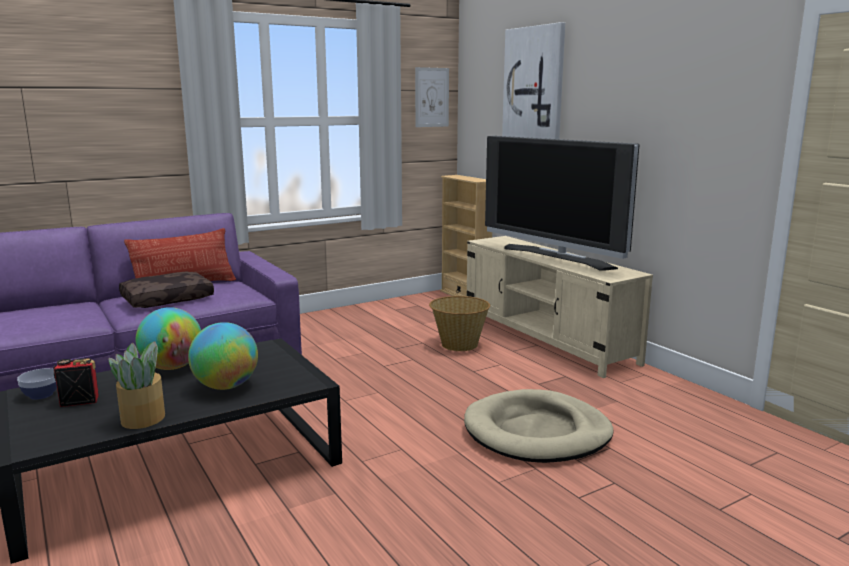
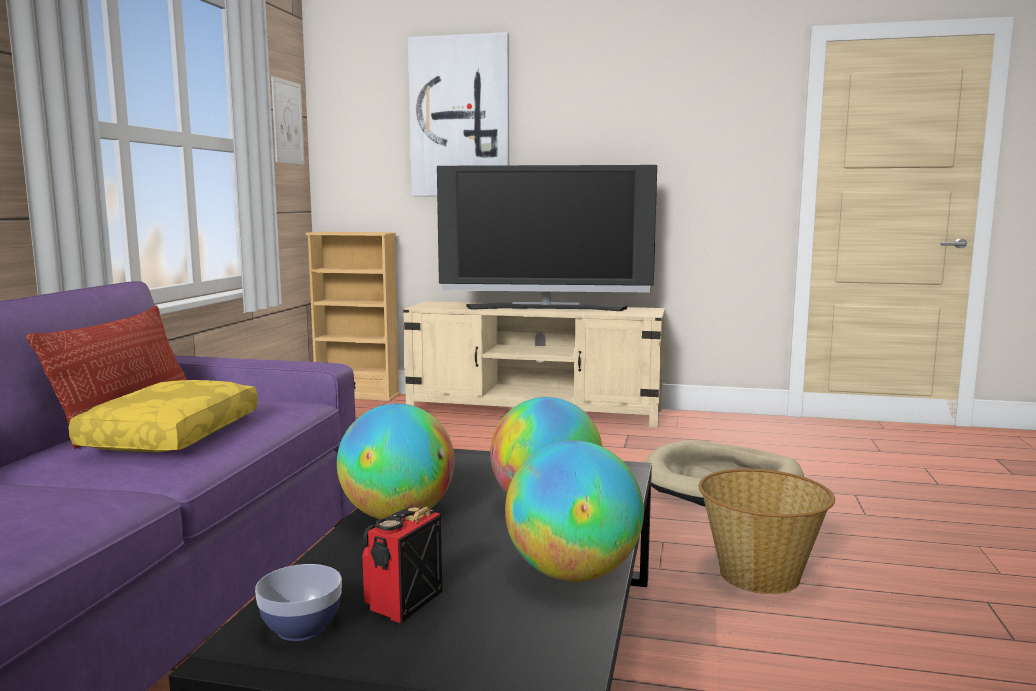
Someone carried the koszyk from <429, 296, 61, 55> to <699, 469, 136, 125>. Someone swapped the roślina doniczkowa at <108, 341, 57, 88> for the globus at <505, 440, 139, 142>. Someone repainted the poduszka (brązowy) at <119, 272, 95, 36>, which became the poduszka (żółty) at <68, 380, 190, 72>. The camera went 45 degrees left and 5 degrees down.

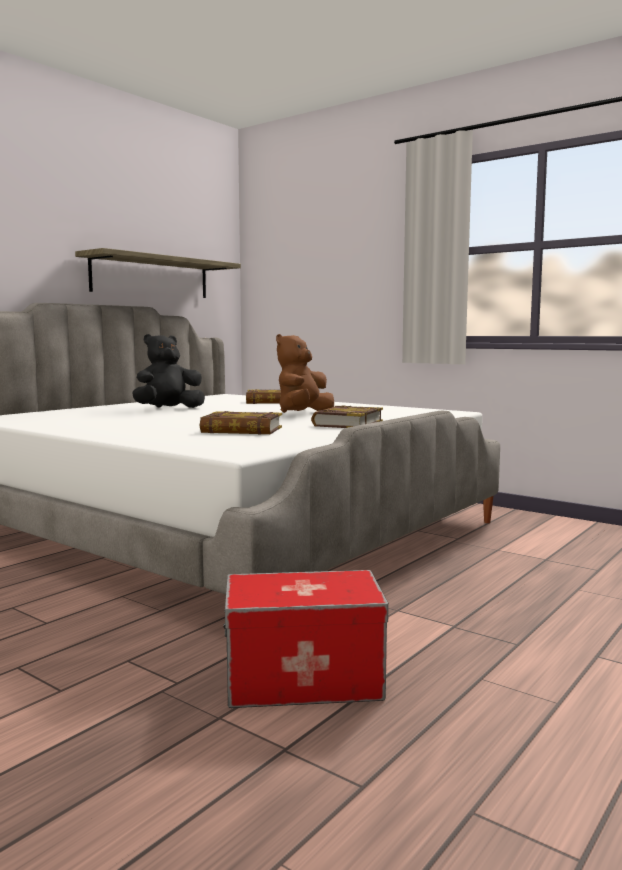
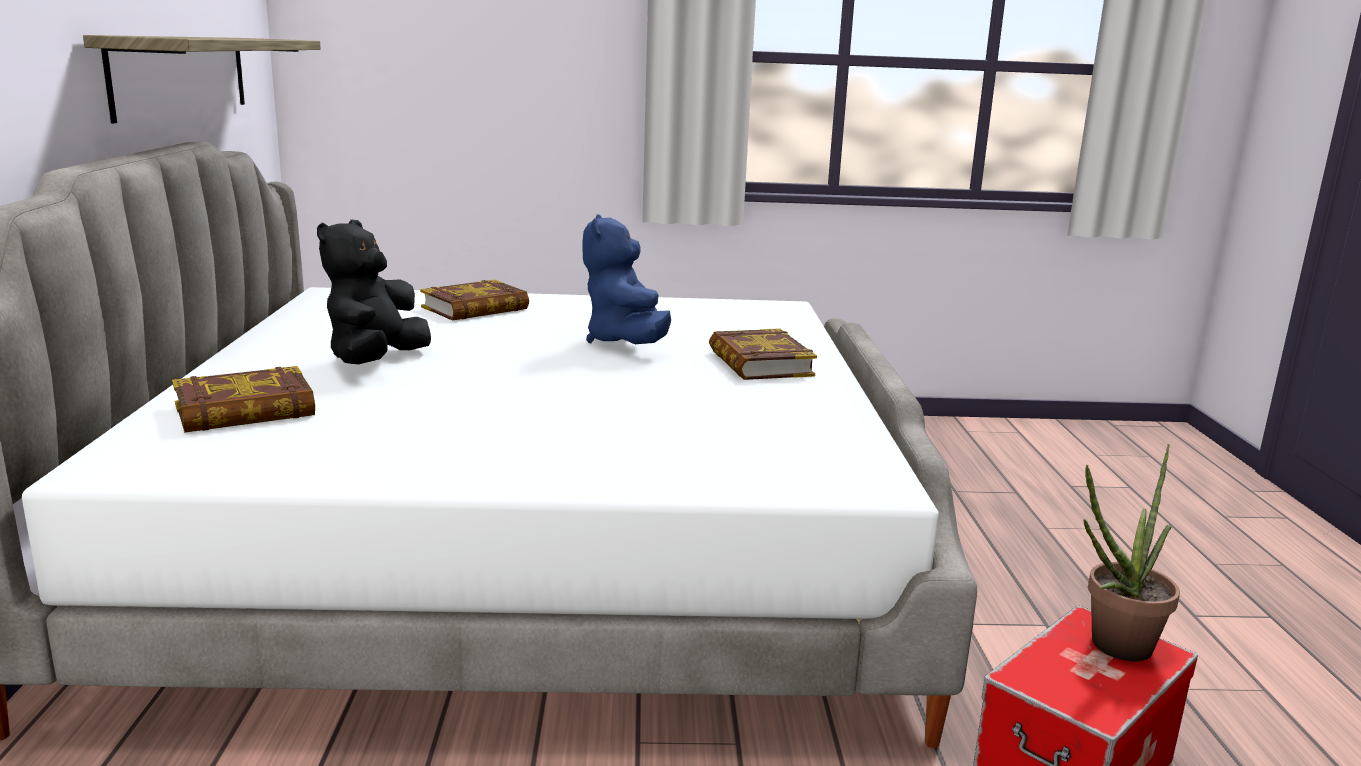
Someone put down the roślina doniczkowa at <1084, 444, 96, 218>. Someone carried the książka from <200, 411, 82, 24> to <172, 366, 143, 67>. Someone repainted the pluszak (brązowy) at <276, 334, 58, 79>, which became the pluszak (niebieski) at <582, 214, 89, 130>. The camera went 40 degrees left and 10 degrees up.

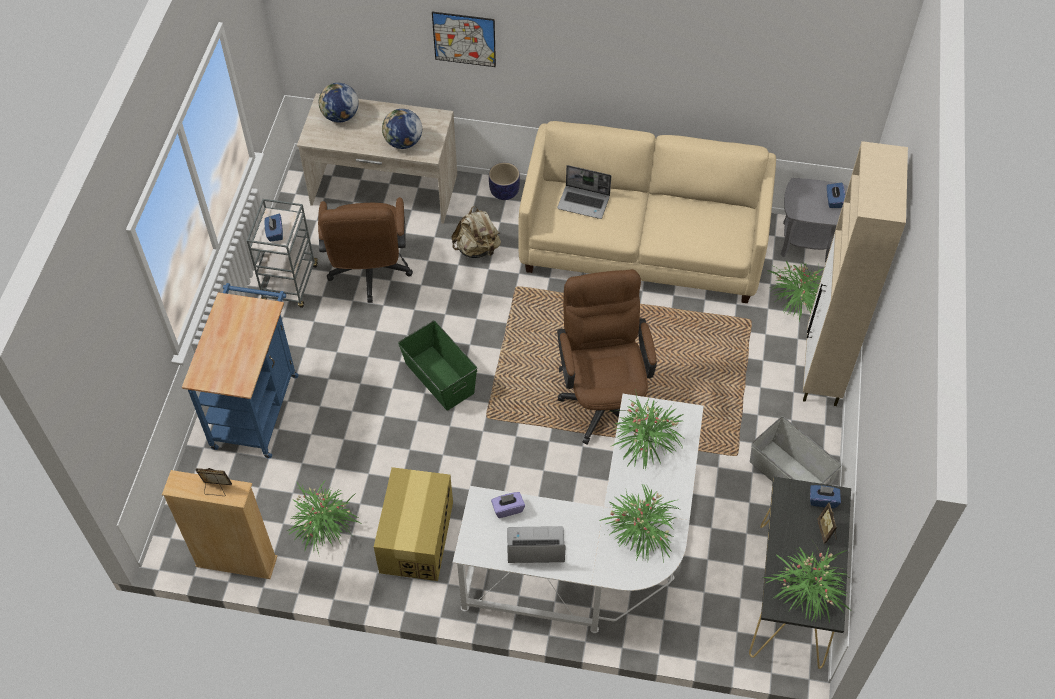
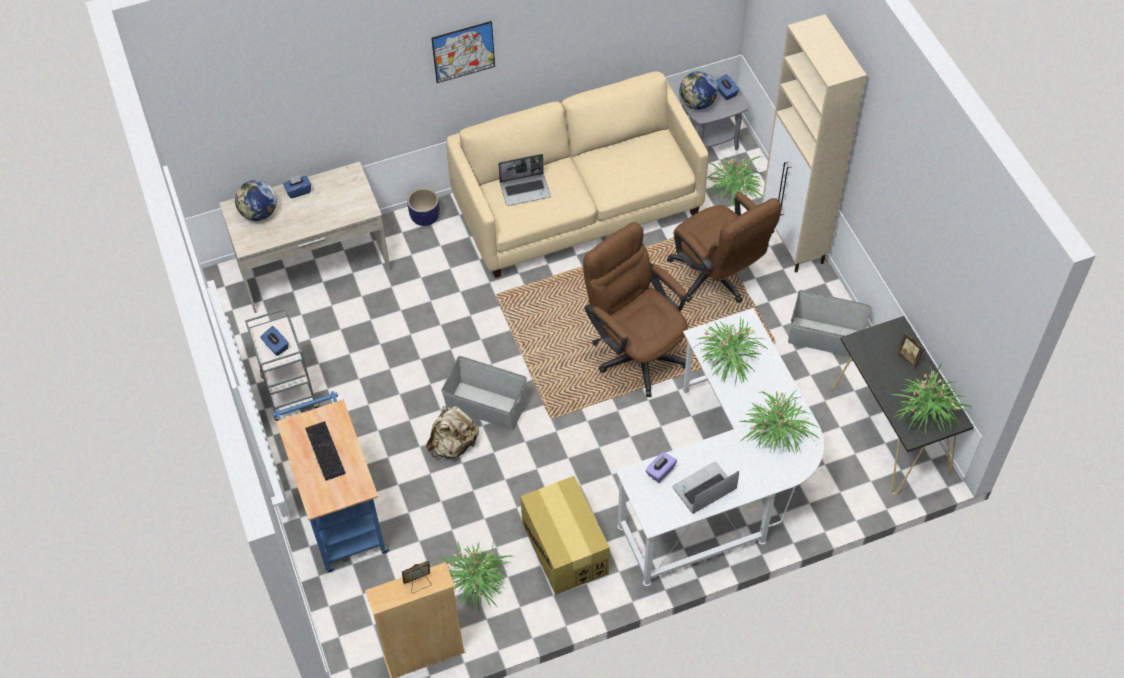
Someone put down the klawiatura at <305, 421, 41, 60>. Someone carried the krzesło biurowe (brązowy) from <318, 197, 95, 106> to <667, 192, 114, 111>. Someone carried the globus from <382, 109, 40, 40> to <679, 71, 39, 39>. Someone carried the obraz from <432, 12, 64, 55> to <431, 21, 64, 62>. Someone carried the plecak (beżowy) from <451, 206, 50, 52> to <426, 406, 53, 52>. Someone carried the pudełko chusteczek (niebieski) from <810, 485, 31, 23> to <283, 176, 28, 23>. Someone repainted the pojemnik do przechowywania (zielony) at <398, 320, 79, 91>, which became the pojemnik do przechowywania (szary) at <441, 356, 86, 74>. The camera went 30 degrees left and 0 degrees up.

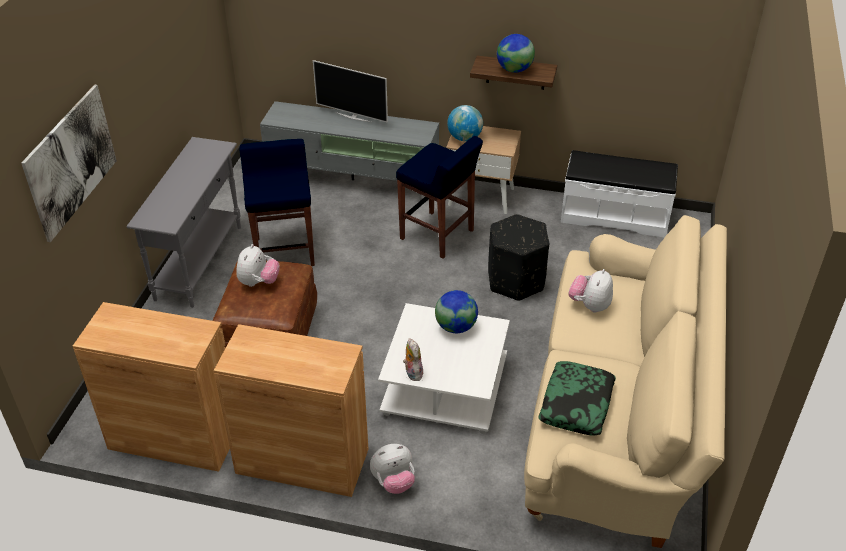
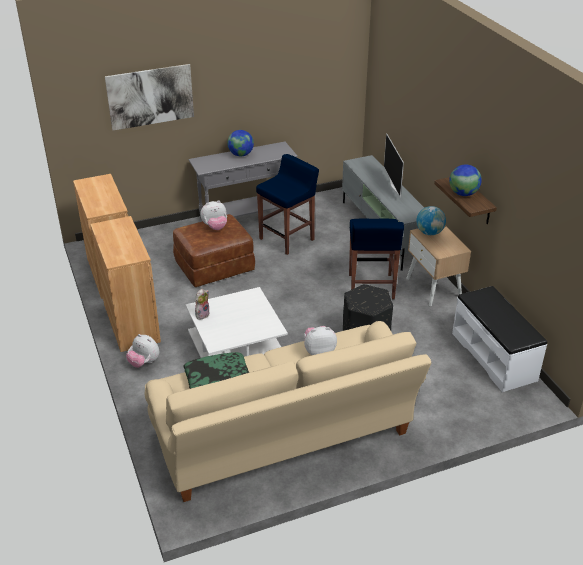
Someone carried the globus from <435, 290, 43, 43> to <227, 130, 27, 26>. The camera went 55 degrees right and 5 degrees down.

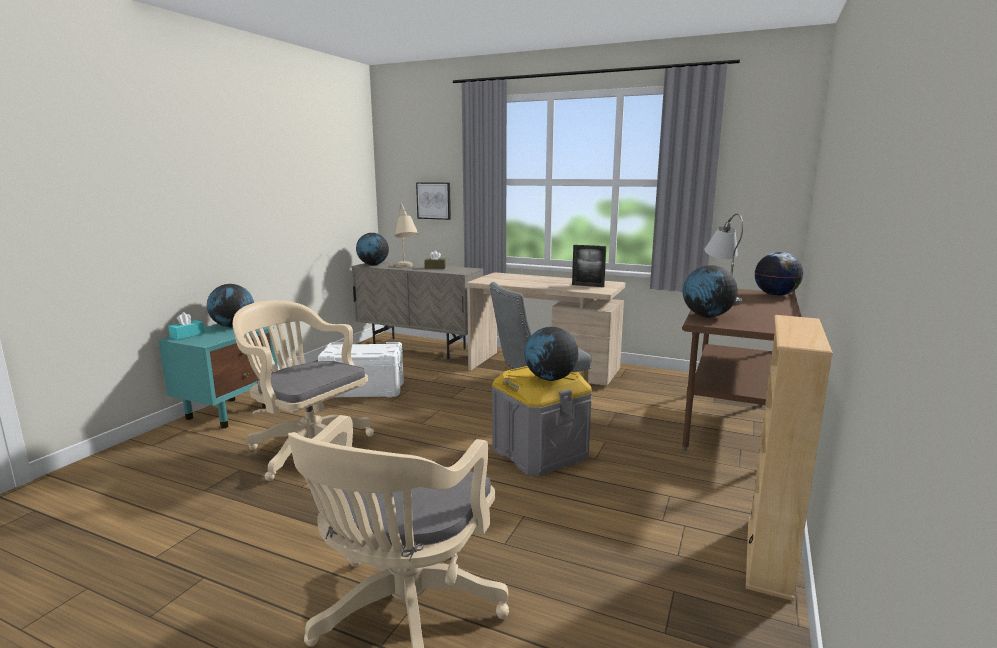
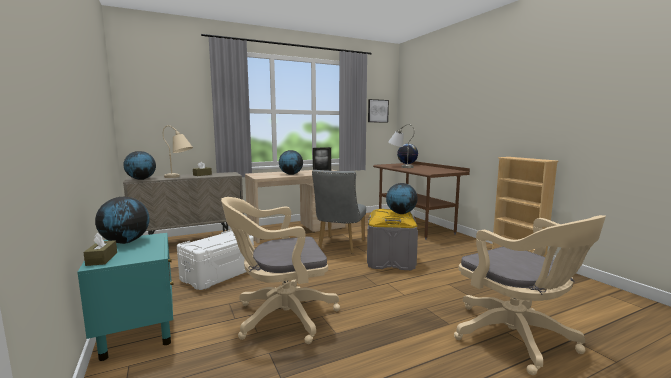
Someone carried the obraz from <416, 182, 35, 38> to <368, 99, 21, 23>. Someone carried the globus from <683, 265, 55, 53> to <279, 150, 24, 25>. Someone repainted the pudełko chusteczek (turkusowy) at <168, 312, 37, 28>, which became the pudełko chusteczek (brązowy) at <83, 233, 34, 33>. The camera went 50 degrees left and 5 degrees down.

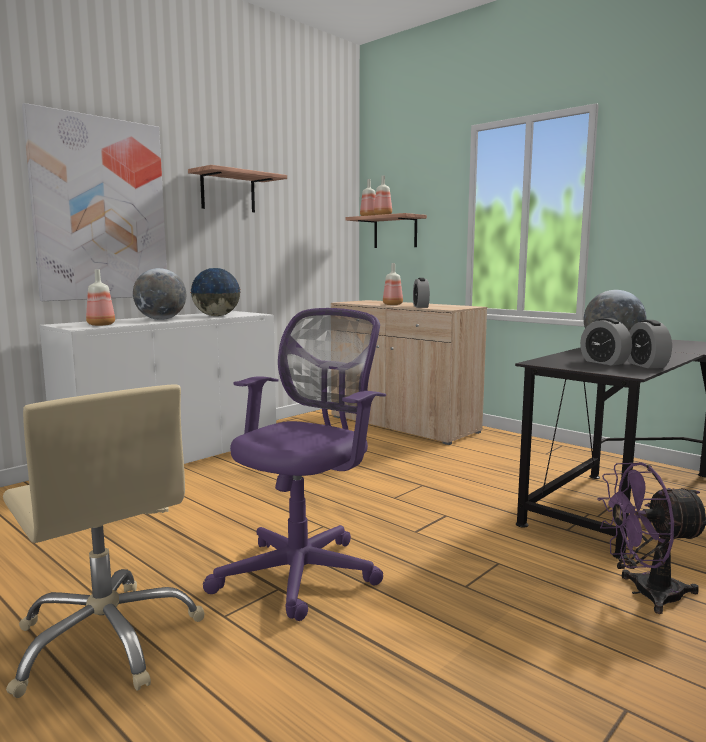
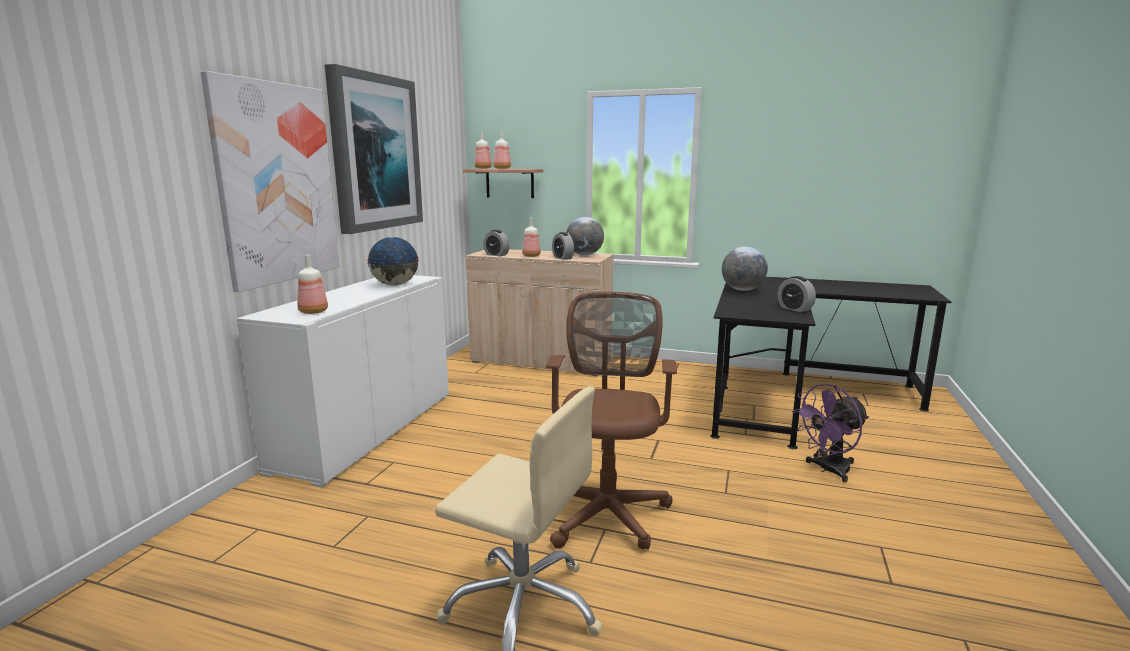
Someone carried the globus from <133, 268, 53, 52> to <566, 217, 38, 38>. Someone carried the budzik from <580, 318, 52, 47> to <483, 230, 27, 26>. Someone swapped the półka at <188, 165, 99, 47> for the obraz at <325, 64, 98, 170>. Someone repainted the krzesło biurowe (fioletowy) at <202, 308, 184, 313>, which became the krzesło biurowe (brązowy) at <546, 292, 131, 258>. The camera went 25 degrees left and 5 degrees up.

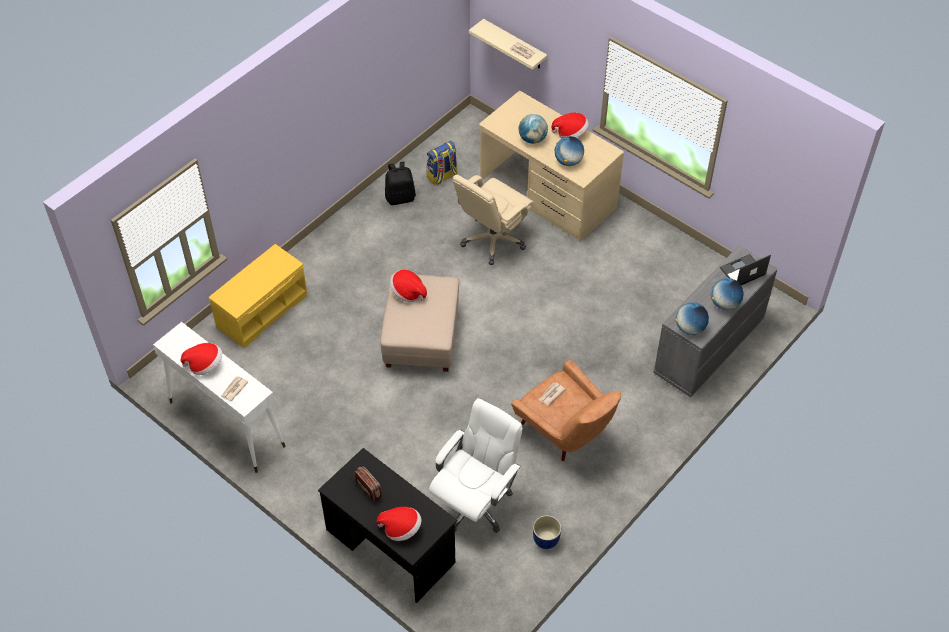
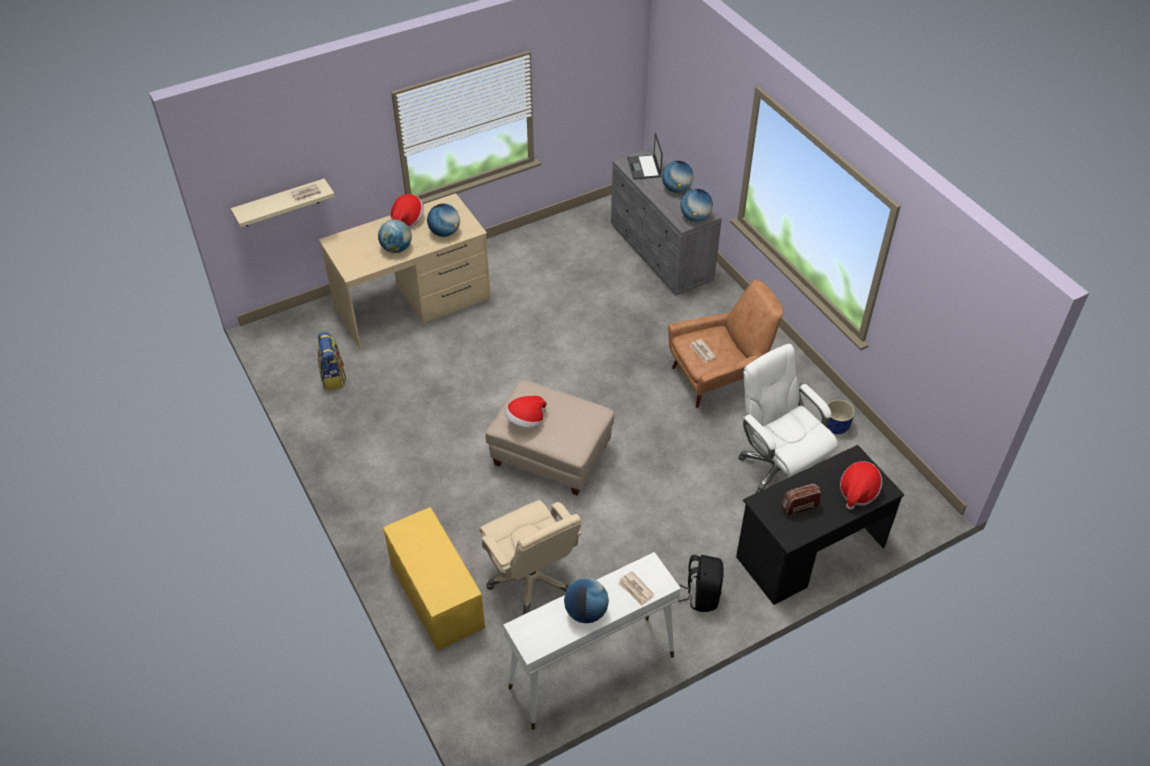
Someone carried the plecak (czarny) from <385, 161, 31, 44> to <679, 555, 45, 57>. Someone carried the krzesło biurowe (beżowy) from <453, 175, 81, 90> to <479, 500, 103, 115>. Someone swapped the kapelusz at <180, 343, 42, 32> for the globus at <564, 578, 45, 45>. The camera went 70 degrees left and 5 degrees down.

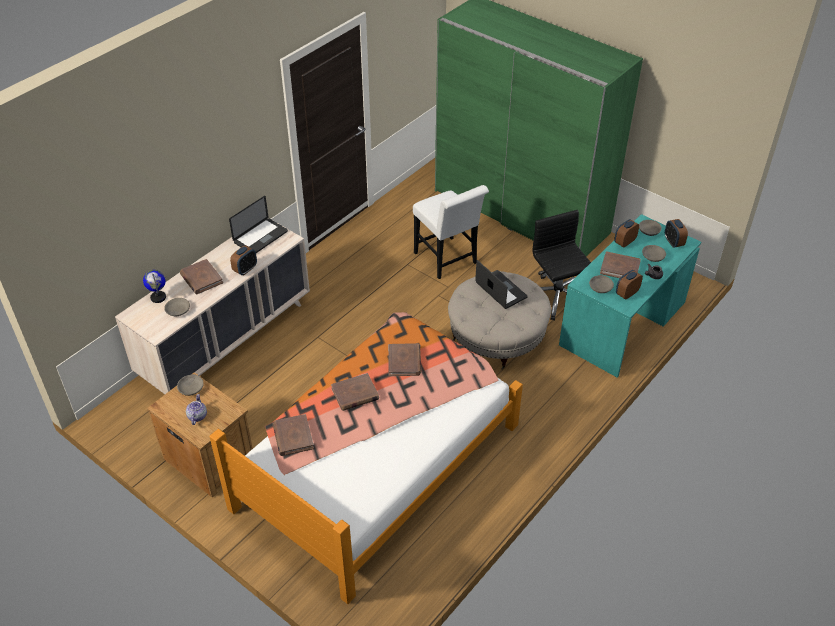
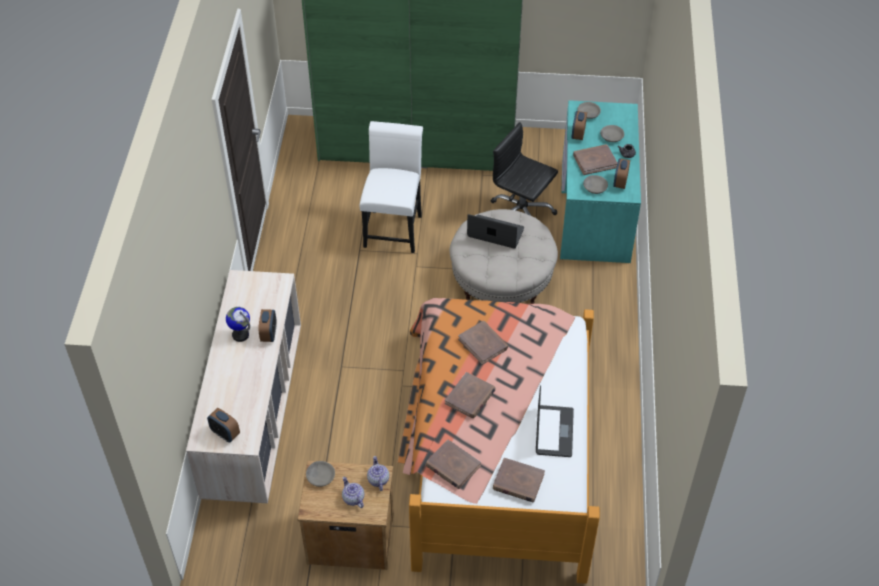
Someone took away the miska (szary) at <164, 298, 26, 18>. Someone put down the imbryk at <367, 456, 22, 35>. Someone carried the globus from <143, 270, 23, 33> to <226, 307, 24, 35>. Someone carried the książka (brązowy) from <180, 259, 43, 35> to <493, 458, 52, 44>. Someone carried the laptop from <229, 196, 59, 57> to <536, 386, 38, 71>. Someone carried the budzik from <665, 219, 23, 29> to <207, 408, 33, 34>. Someone rotated the krzesło (biały) at <413, 185, 76, 94> by 105 degrees counterclockwise. The camera went 35 degrees left and 5 degrees up.

